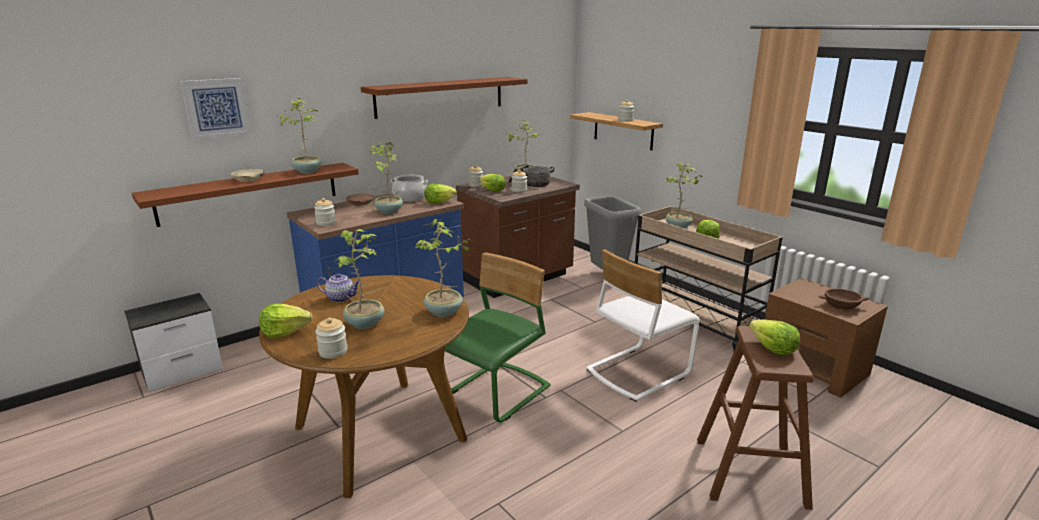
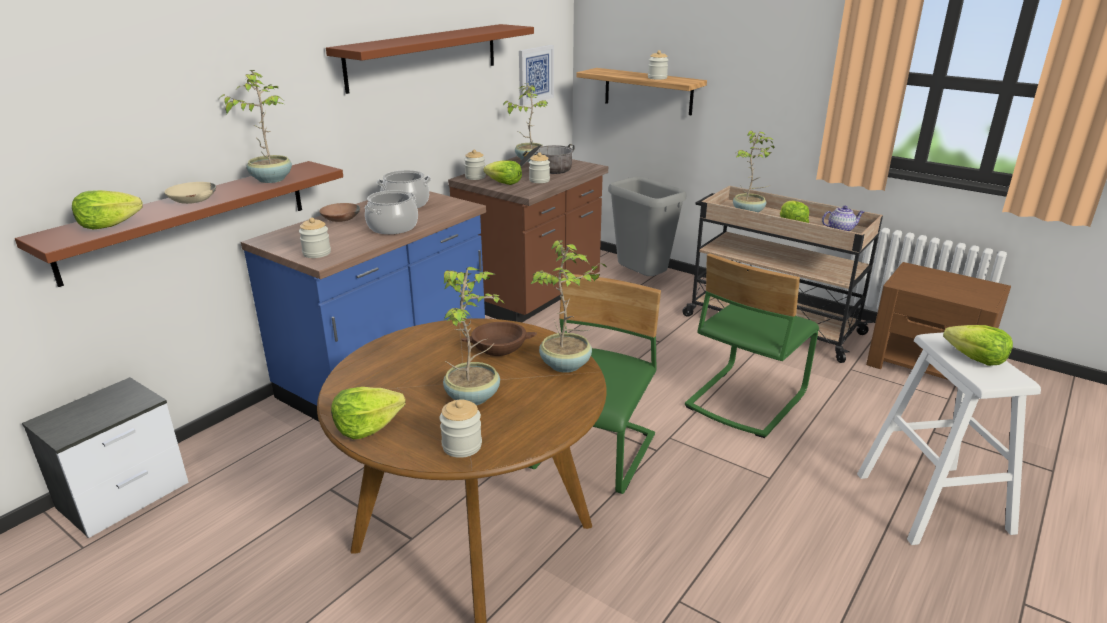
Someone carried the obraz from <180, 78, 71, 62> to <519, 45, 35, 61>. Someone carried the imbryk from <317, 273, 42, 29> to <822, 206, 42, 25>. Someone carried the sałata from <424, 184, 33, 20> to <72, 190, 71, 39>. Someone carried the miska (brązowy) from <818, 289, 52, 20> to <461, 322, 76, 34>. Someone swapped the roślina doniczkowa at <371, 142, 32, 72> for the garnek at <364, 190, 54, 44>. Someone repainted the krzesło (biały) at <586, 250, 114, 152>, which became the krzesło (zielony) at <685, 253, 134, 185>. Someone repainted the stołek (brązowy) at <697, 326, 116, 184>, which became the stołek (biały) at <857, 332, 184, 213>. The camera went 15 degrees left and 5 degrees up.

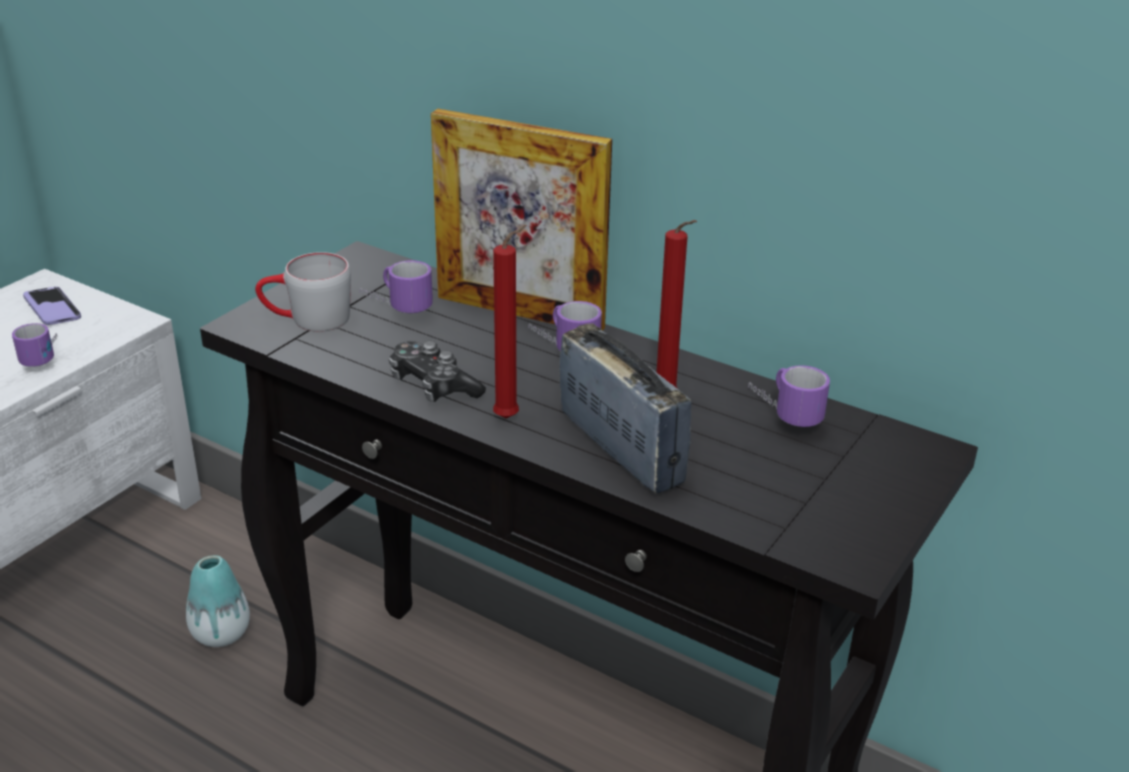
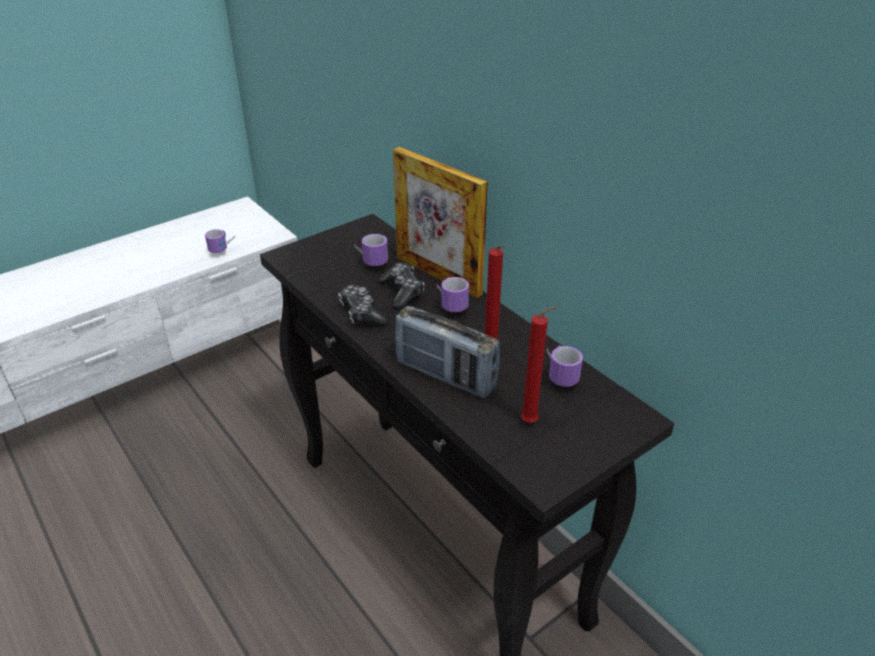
Someone took away the telefon at <23, 287, 58, 38>. Someone took away the wazon at <186, 555, 64, 92>. Someone took away the kubek (szary) at <255, 252, 96, 80>. Someone put down the pad do gier at <378, 263, 46, 46>. Someone carried the świeca (czerwony) from <493, 225, 34, 193> to <521, 305, 37, 118>. Someone rotated the radio at <559, 323, 133, 171> by 135 degrees clockwise. The camera went 20 degrees right and 5 degrees up.

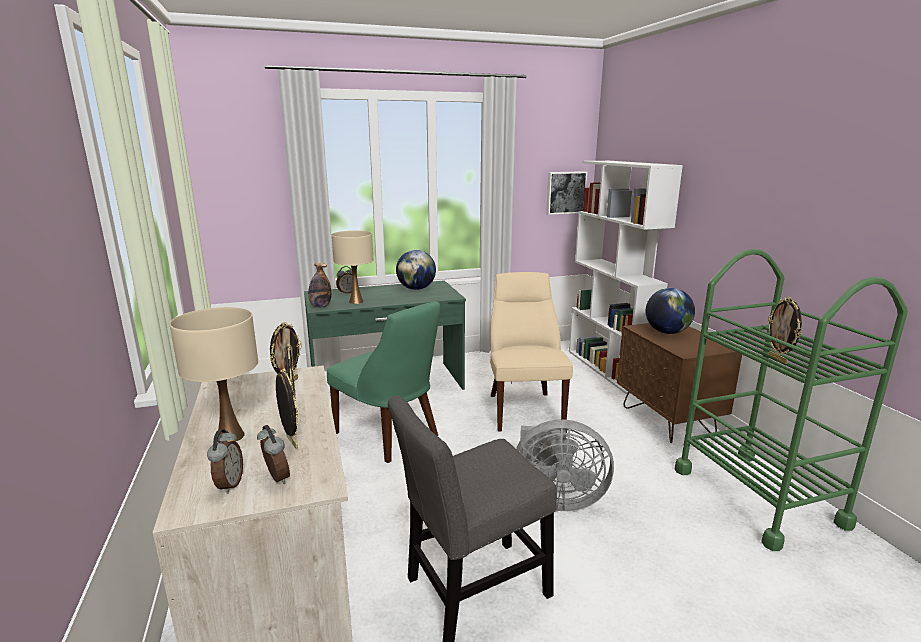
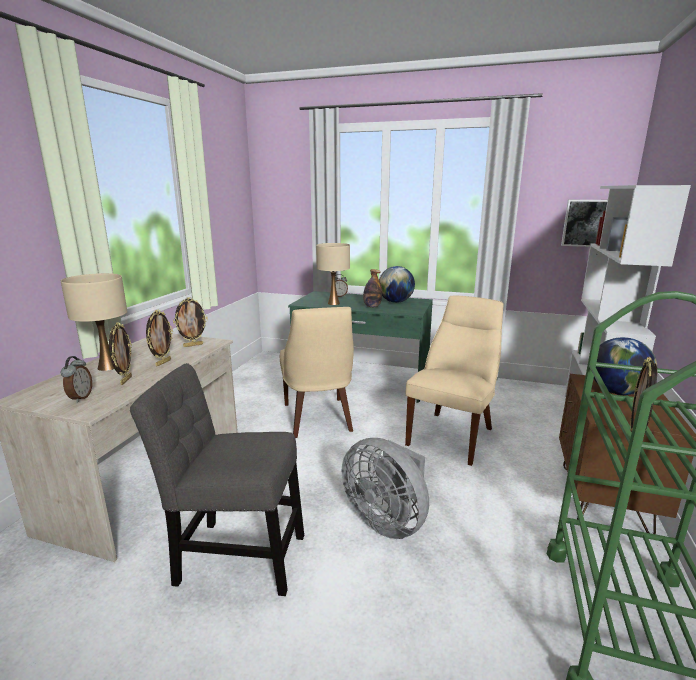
Someone took away the budzik at <207, 429, 36, 65>. Someone carried the butelka from <308, 263, 23, 45> to <363, 269, 19, 38>. Someone repainted the krzesło (zielony) at <327, 301, 113, 162>, which became the krzesło (beżowy) at <280, 307, 74, 131>. The camera went 35 degrees right and 0 degrees up.

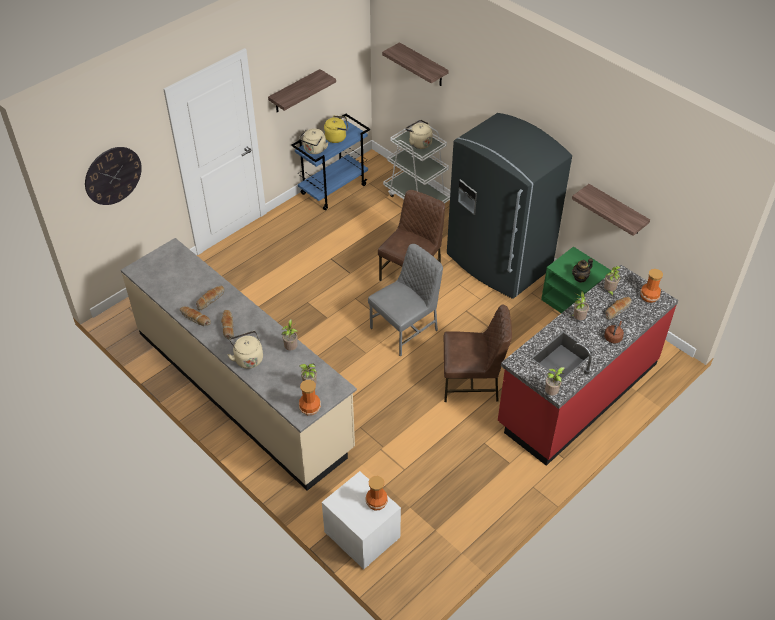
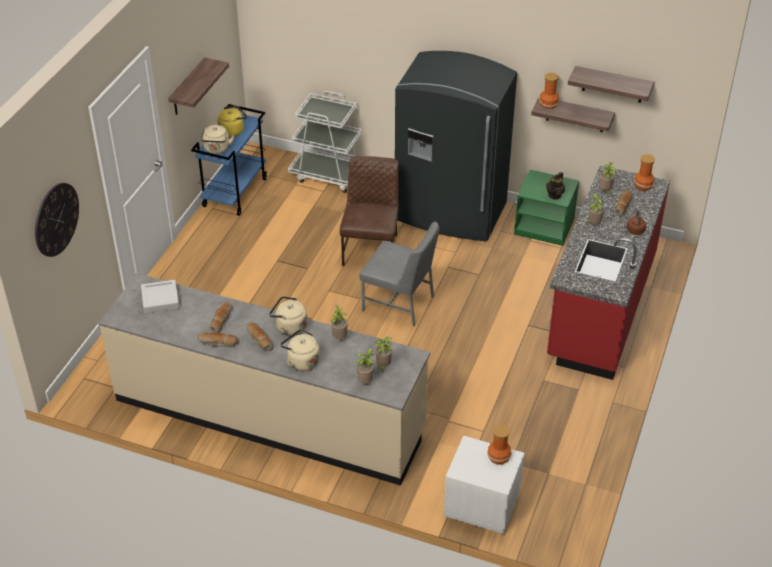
Someone took away the krzesło (brązowy) at <444, 304, 68, 98>. Someone put down the taca (szary) at <141, 280, 39, 33>. Someone carried the wazon from <299, 380, 22, 35> to <539, 73, 20, 36>. Someone carried the półka from <382, 42, 67, 44> to <568, 66, 86, 37>. Someone carried the czajnik (beżowy) from <405, 120, 27, 29> to <269, 296, 38, 40>. Someone carried the roślina doniczkowa from <545, 367, 20, 28> to <356, 348, 19, 35>. Someone rotated the krzesło (szary) at <368, 244, 75, 112> by 90 degrees clockwise. The camera went 25 degrees left and 5 degrees down.

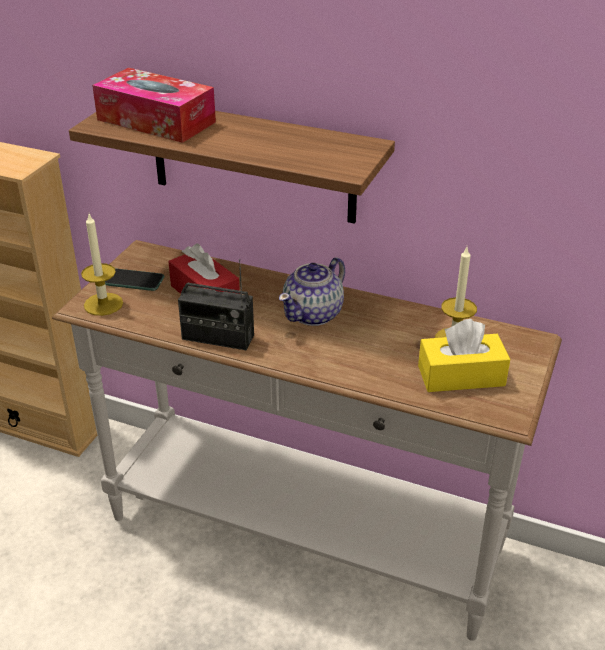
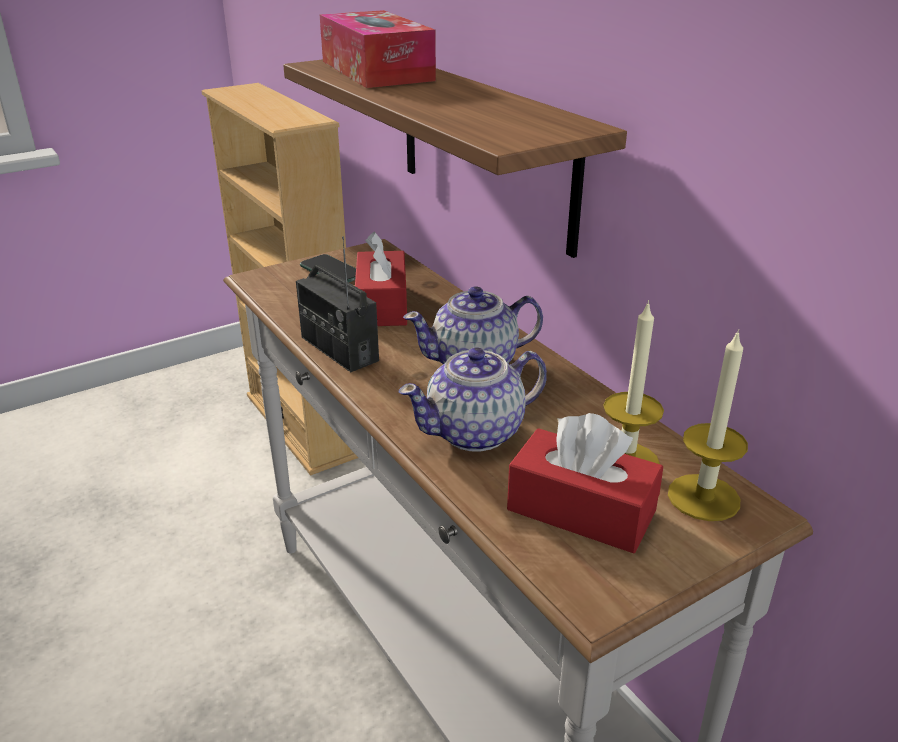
Someone put down the imbryk at <399, 347, 148, 105>. Someone carried the świeca from <81, 214, 42, 102> to <668, 329, 80, 192>. Someone repainted the pudełko chusteczek (żółty) at <418, 319, 92, 73>, which became the pudełko chusteczek (czerwony) at <507, 413, 156, 141>. The camera went 35 degrees right and 5 degrees down.

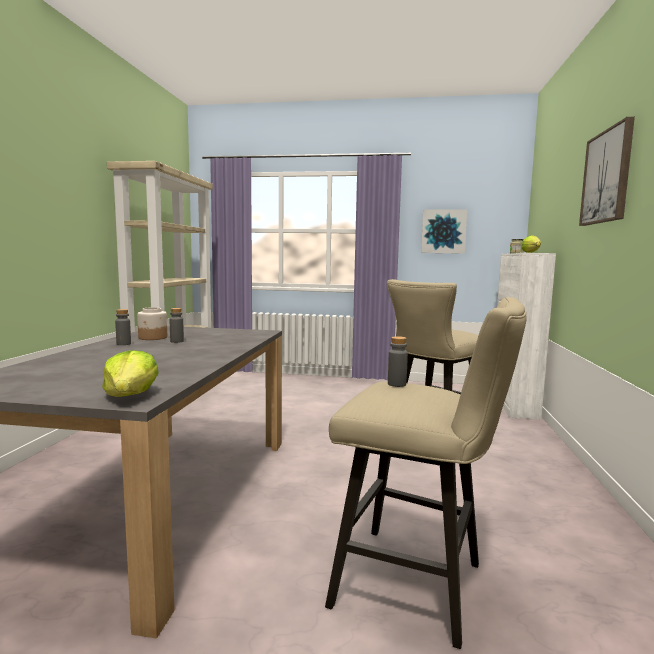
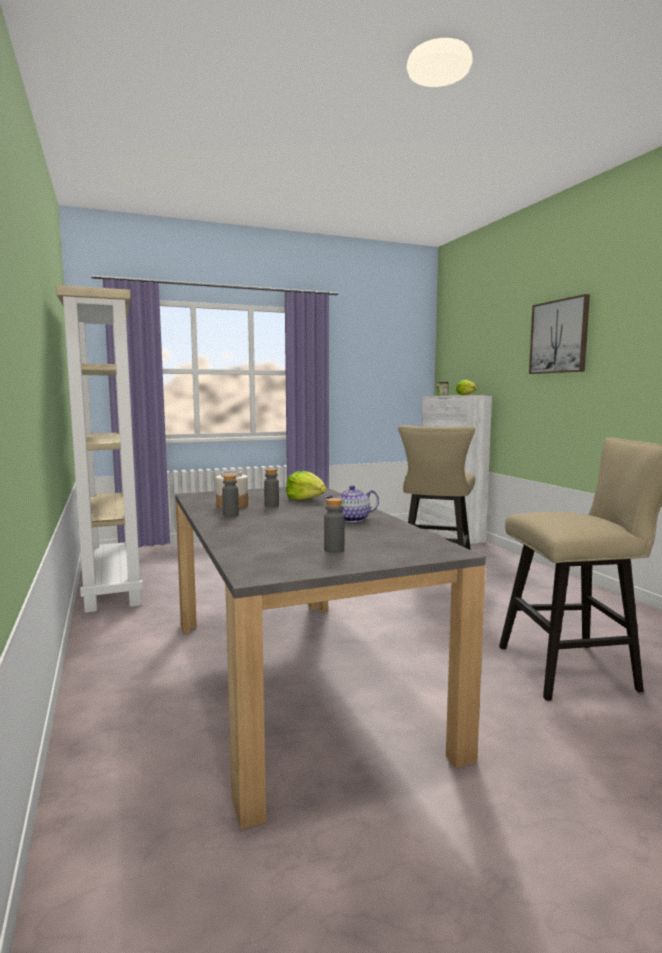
Someone took away the obraz at <421, 210, 46, 44>. Someone put down the imbryk at <325, 485, 54, 37>. Someone carried the sałata from <102, 350, 57, 47> to <286, 471, 40, 29>. Someone carried the butelka (szary) from <388, 336, 20, 51> to <324, 498, 20, 55>. The camera went 30 degrees left and 0 degrees up.

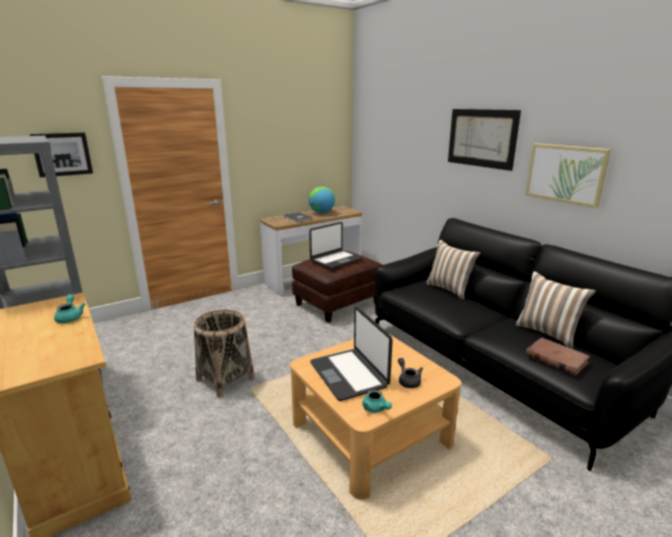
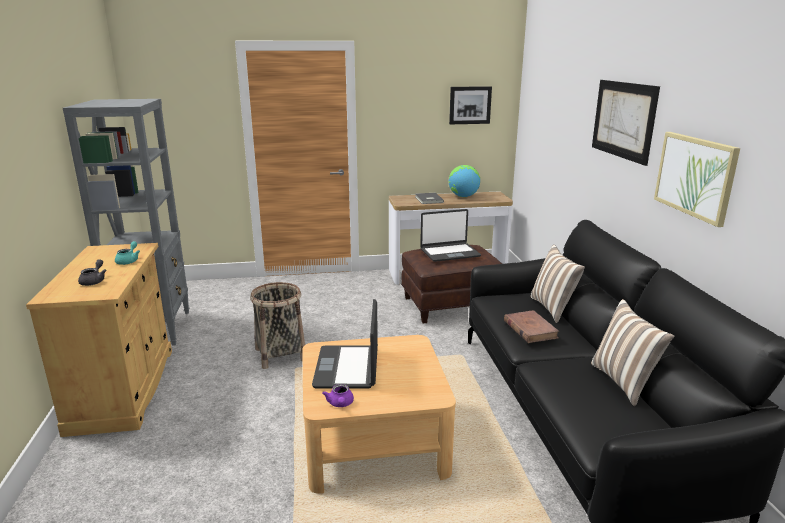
Someone carried the obraz from <30, 132, 63, 45> to <449, 86, 43, 38>. Someone carried the imbryk (szary) from <398, 358, 25, 30> to <78, 259, 29, 27>. Someone carried the książka (brązowy) from <526, 338, 64, 38> to <504, 310, 55, 33>. Someone repainted the imbryk (turkusowy) at <362, 390, 30, 23>, which became the imbryk (fioletowy) at <322, 384, 32, 23>. The camera went 25 degrees right and 0 degrees up.

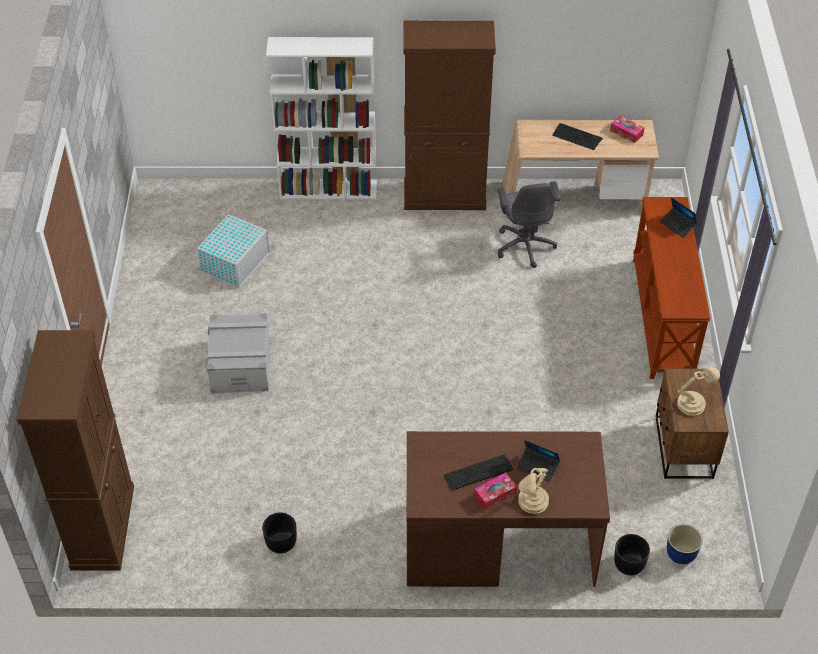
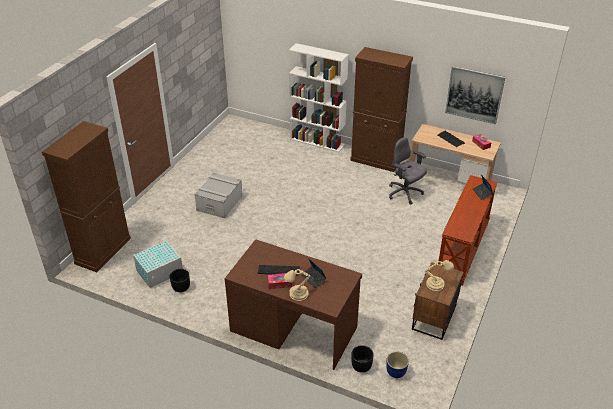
Someone put up the obraz at <445, 66, 60, 58>. Someone carried the pojemnik do przechowywania (biały) from <197, 214, 73, 74> to <133, 241, 50, 48>. Someone rotated the krzesło biurowe (szary) at <497, 182, 64, 86> by 120 degrees clockwise. The camera went 25 degrees right and 10 degrees down.

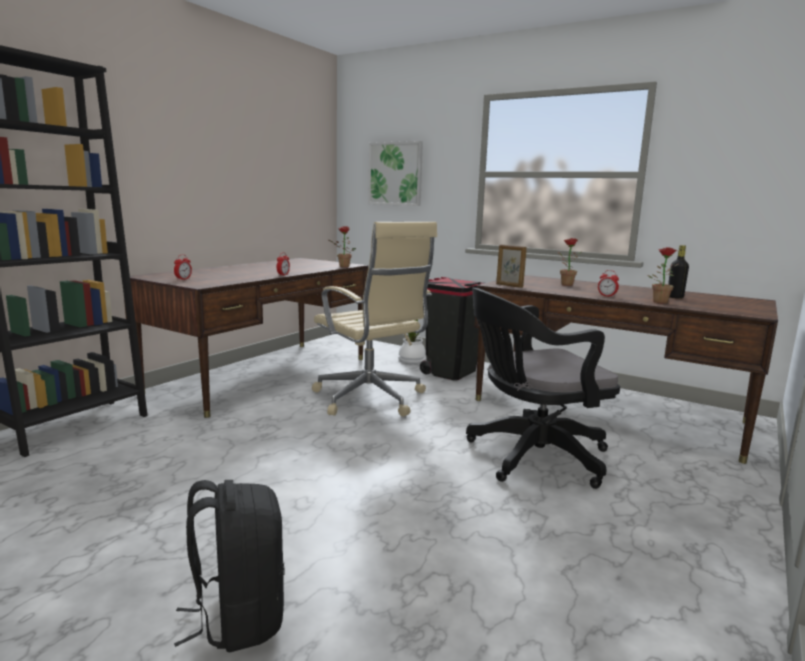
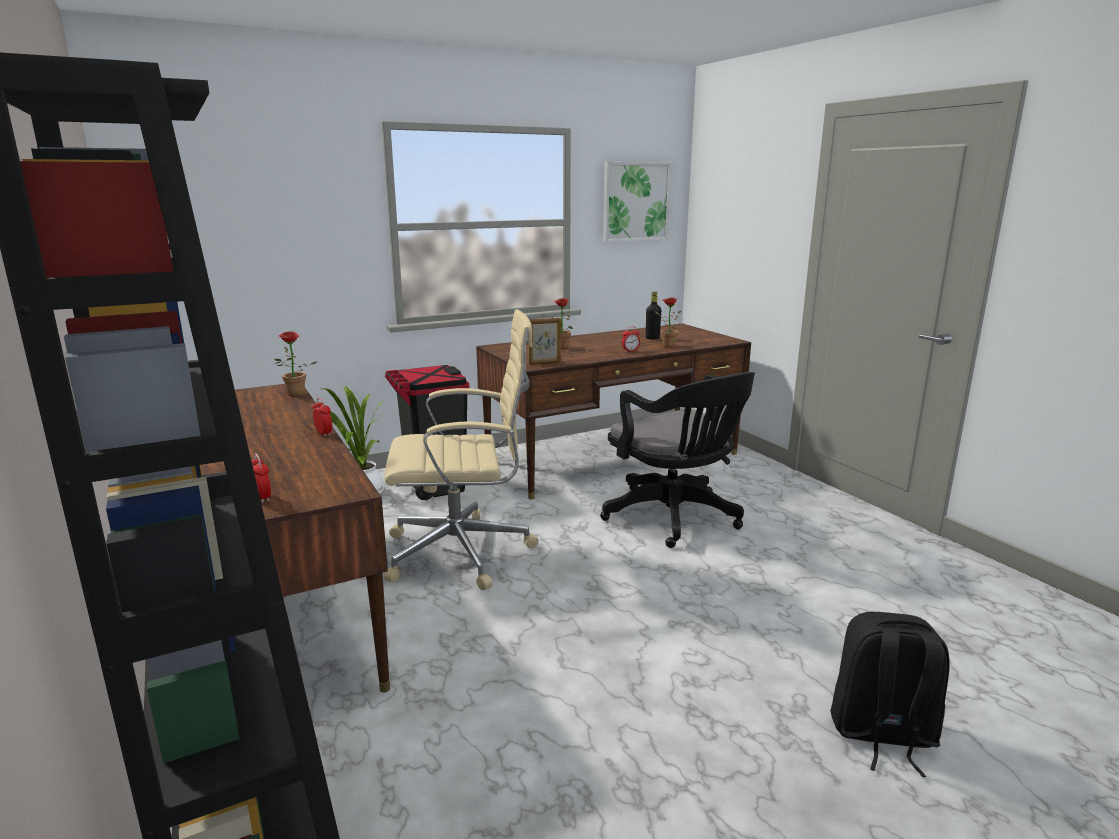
Someone carried the obraz from <368, 141, 55, 65> to <603, 162, 68, 80>. Someone rotated the krzesło biurowe (czarny) at <466, 288, 154, 201> by 45 degrees counterclockwise. The camera went 60 degrees left and 5 degrees up.

